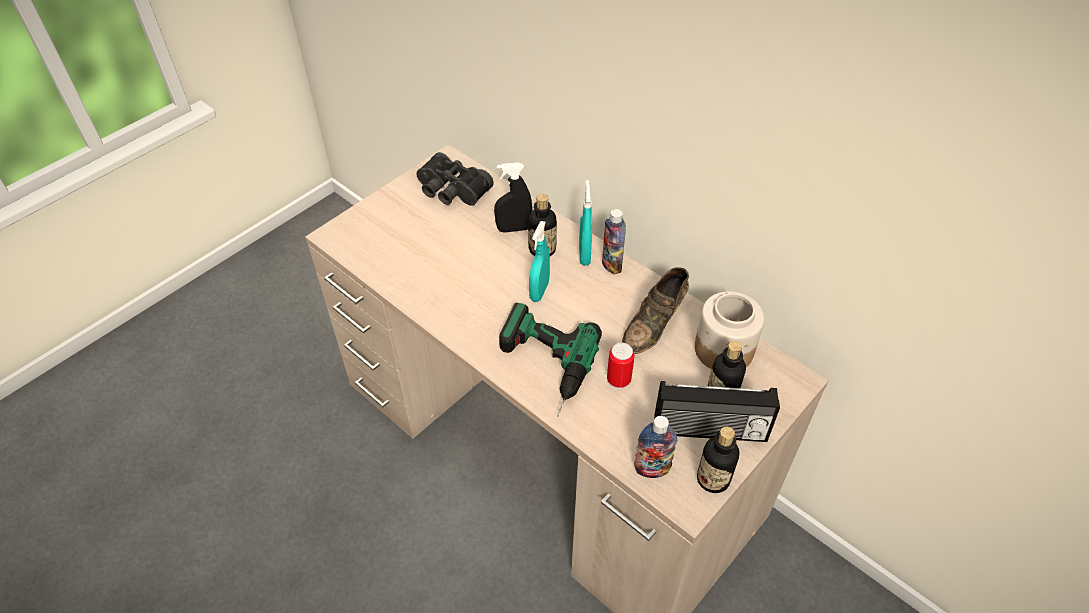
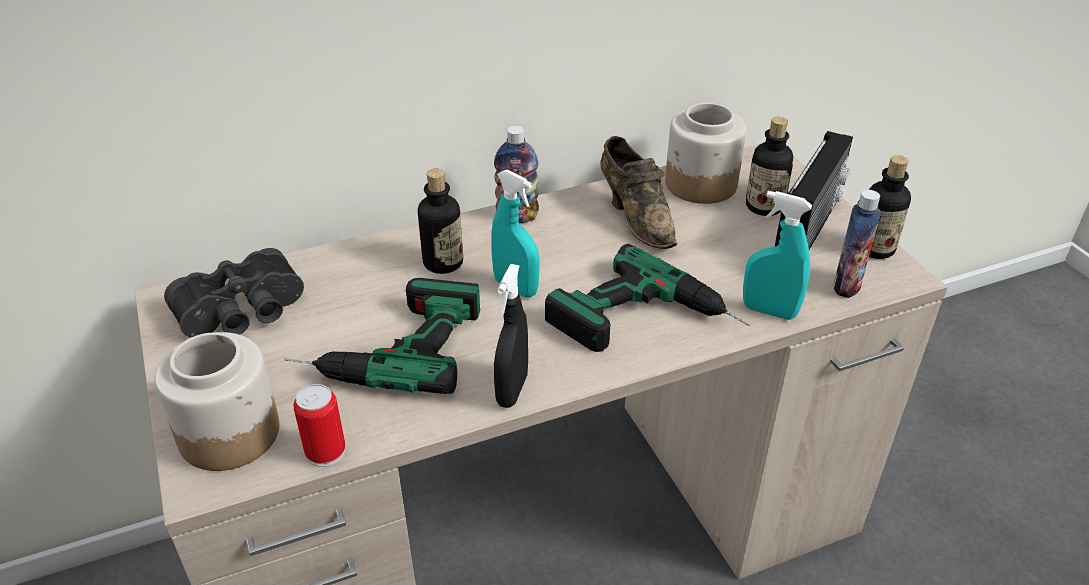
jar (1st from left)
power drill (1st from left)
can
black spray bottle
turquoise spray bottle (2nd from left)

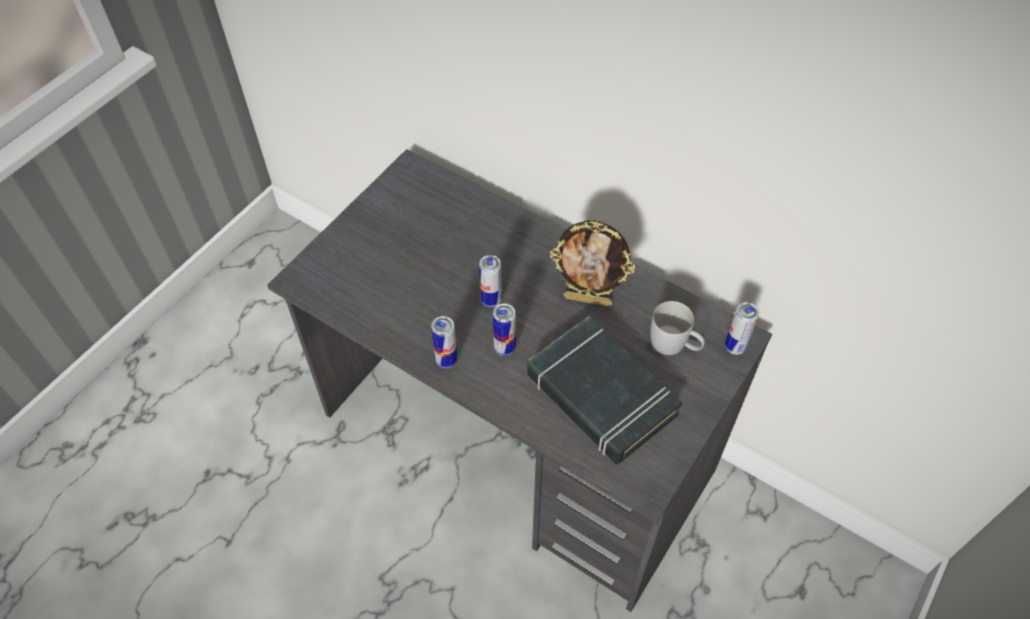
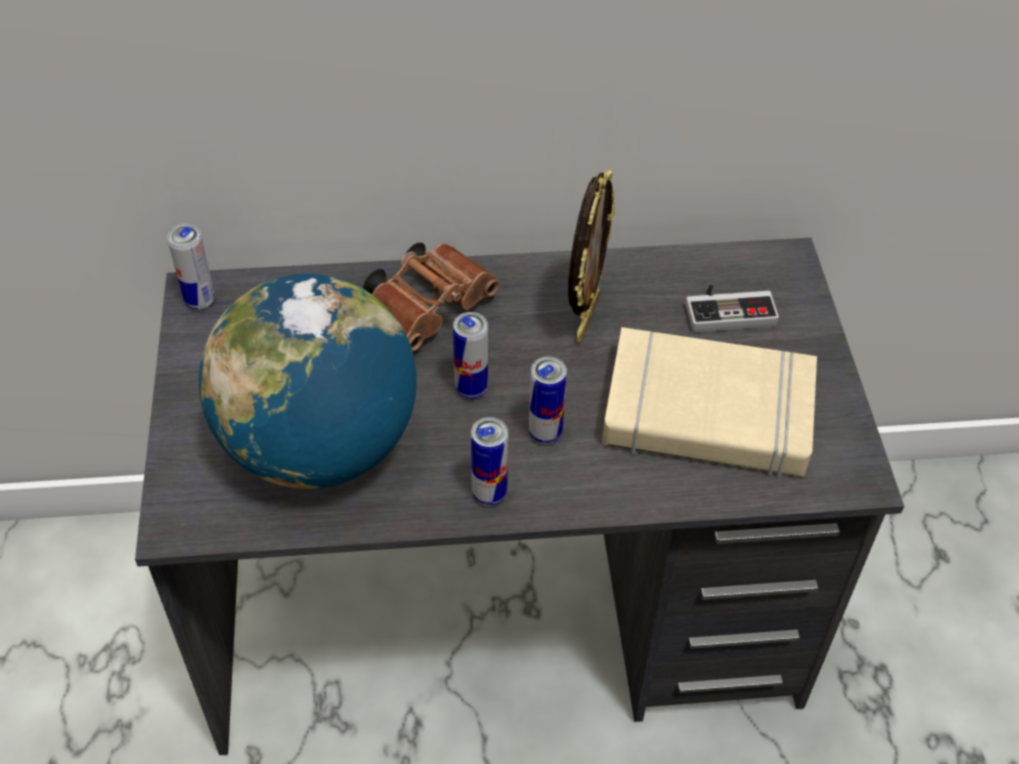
can (1st from left)
globe
brown binoculars
picture frame
beige book
game controller

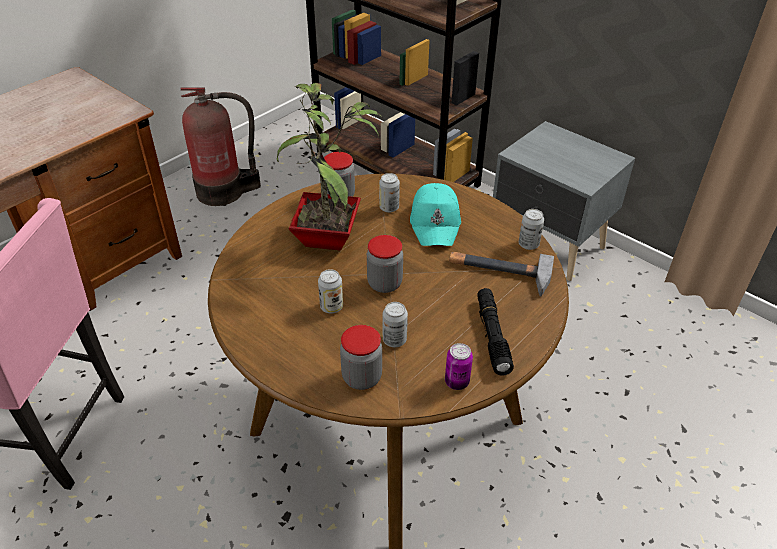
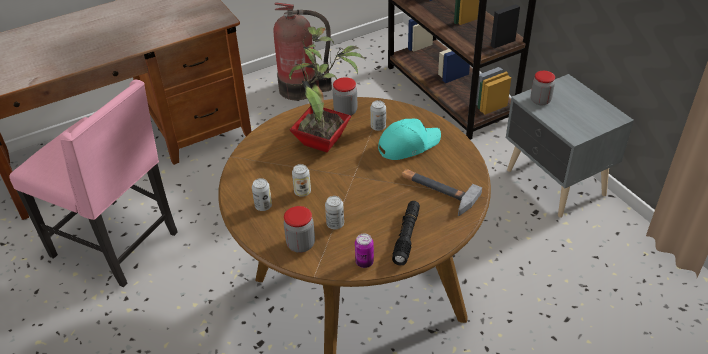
can (1st from left)
turquoise cap
jar (3rd from left)

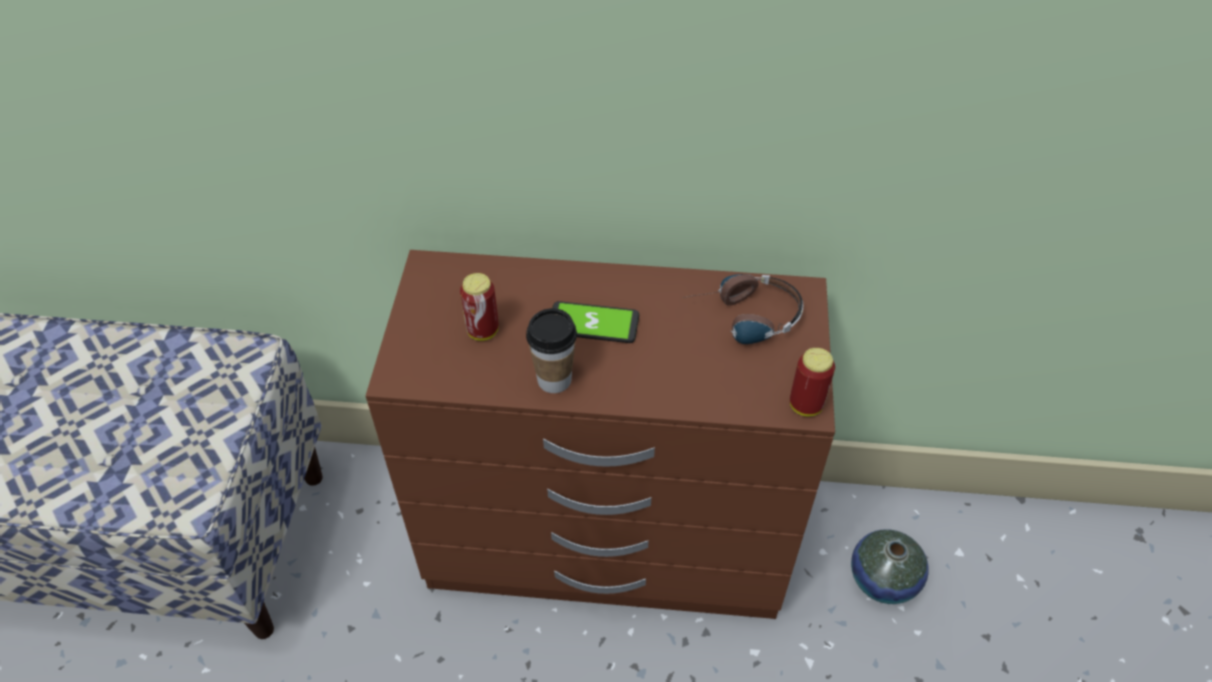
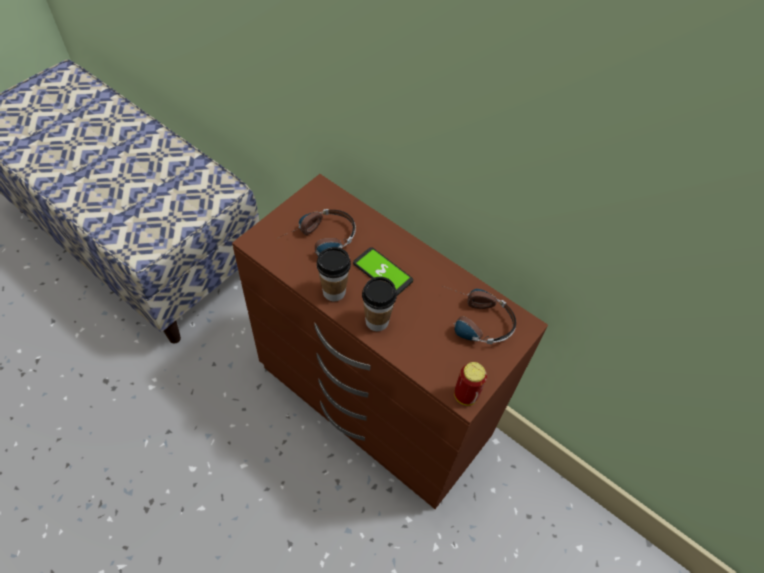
headphones (1st from left)
cup (2nd from left)
vase

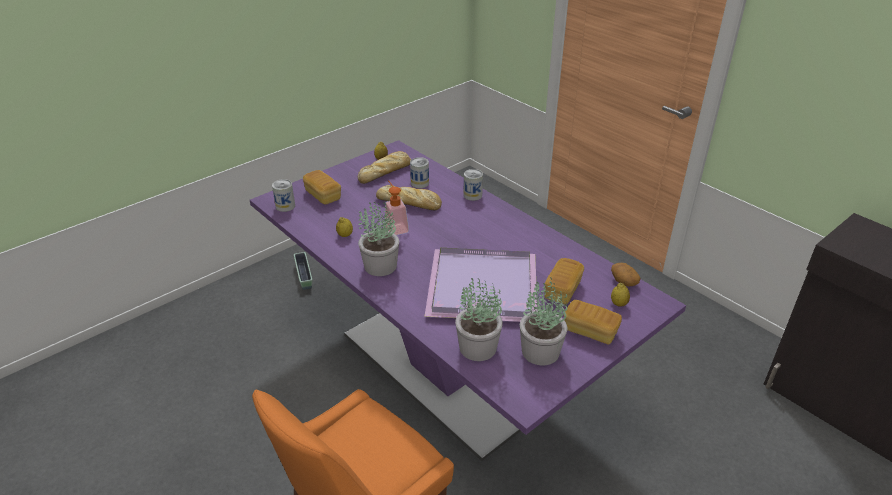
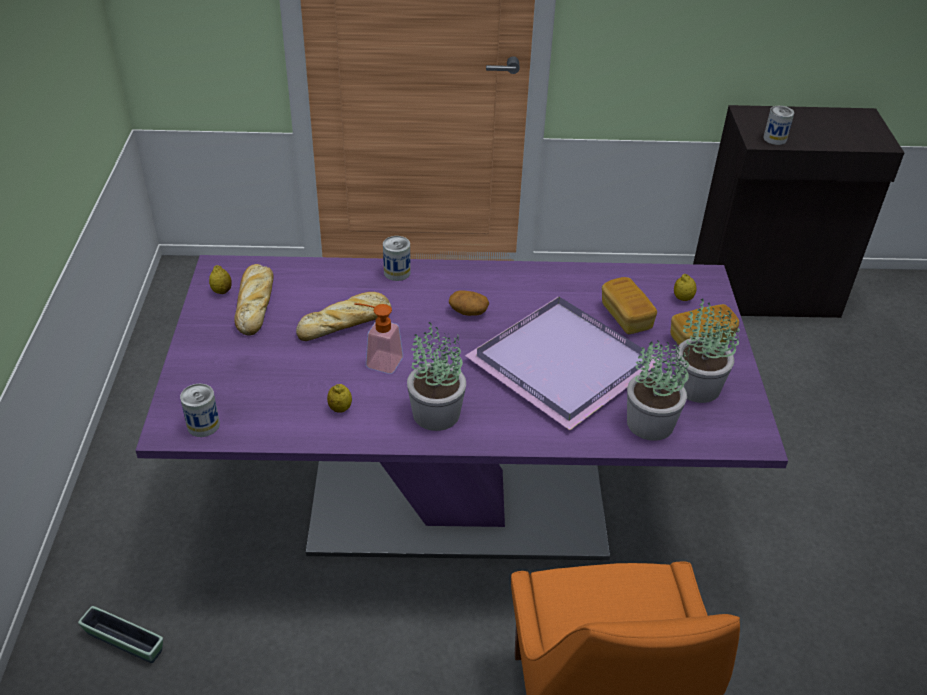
planter
potato
can (3rd from left)
bread (1st from left in the first image)

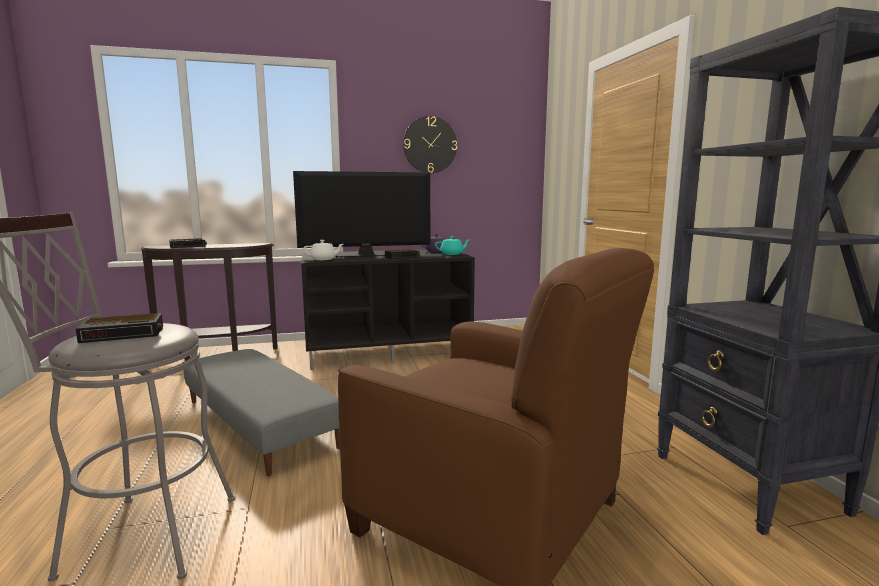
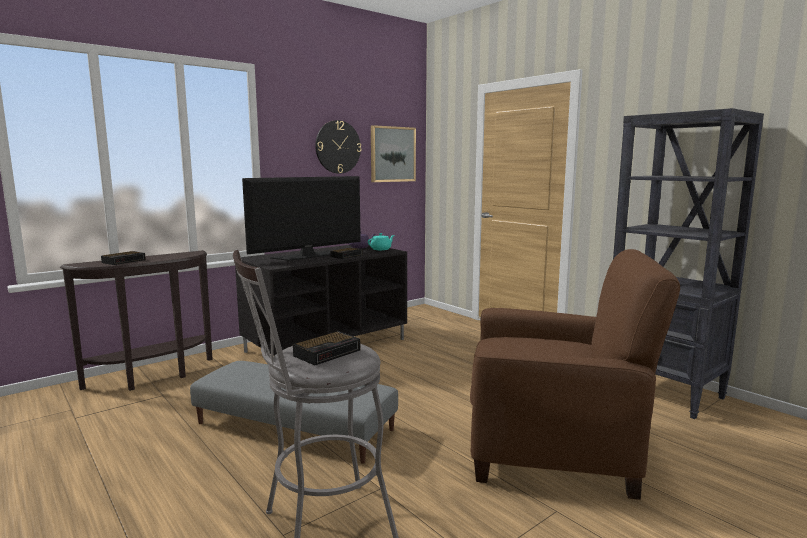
picture
white teapot

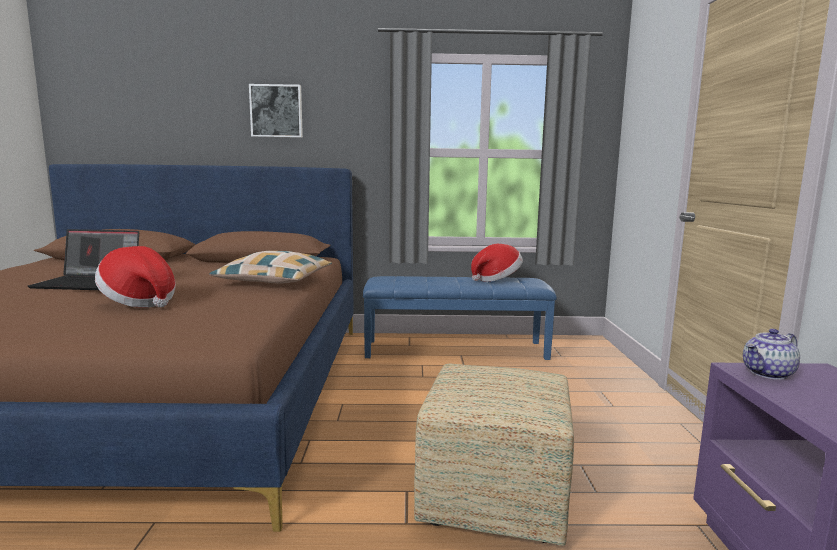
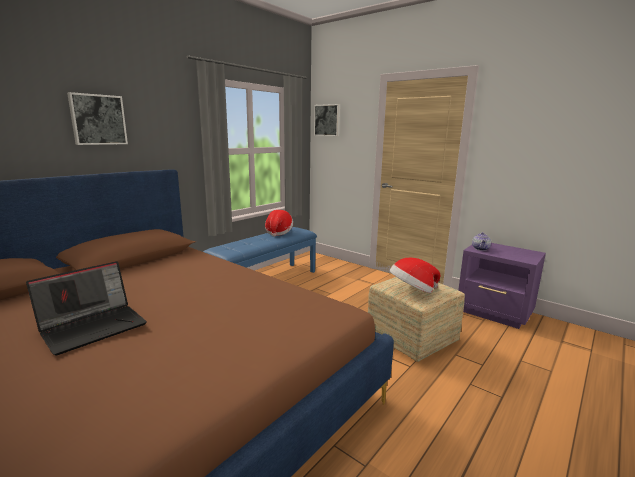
picture (2nd from left)
hat (2nd from left)
pillow

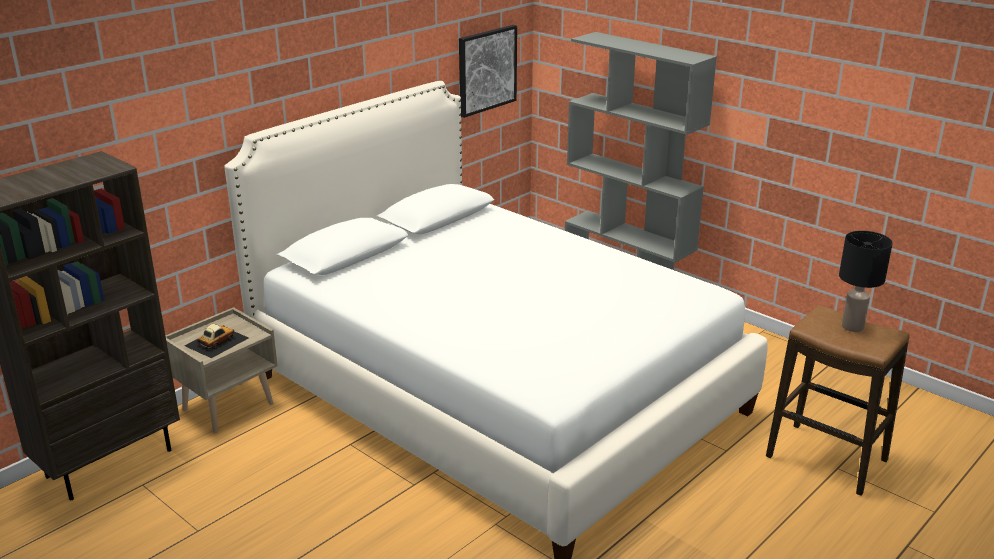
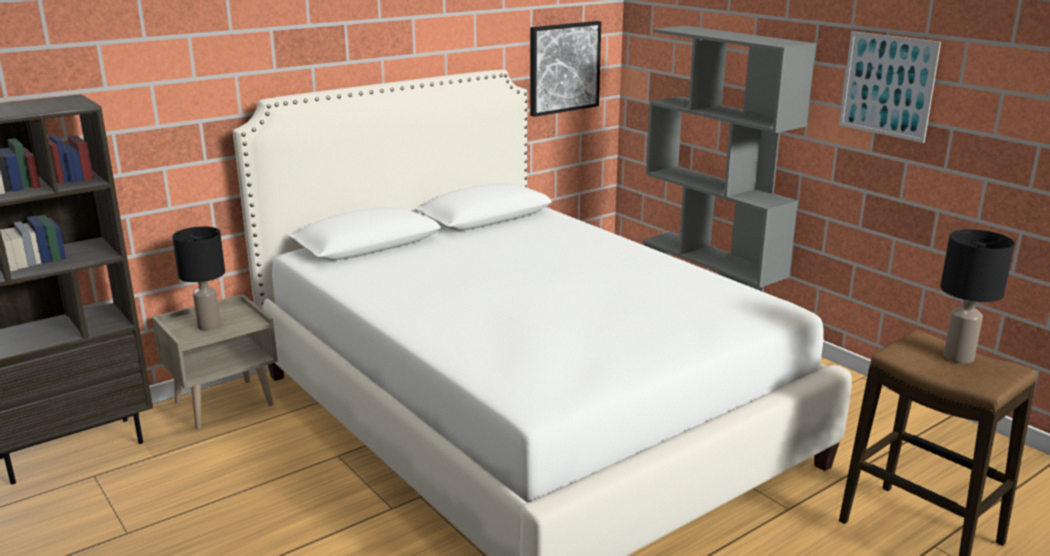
black table lamp (1st from left)
picture (2nd from left)

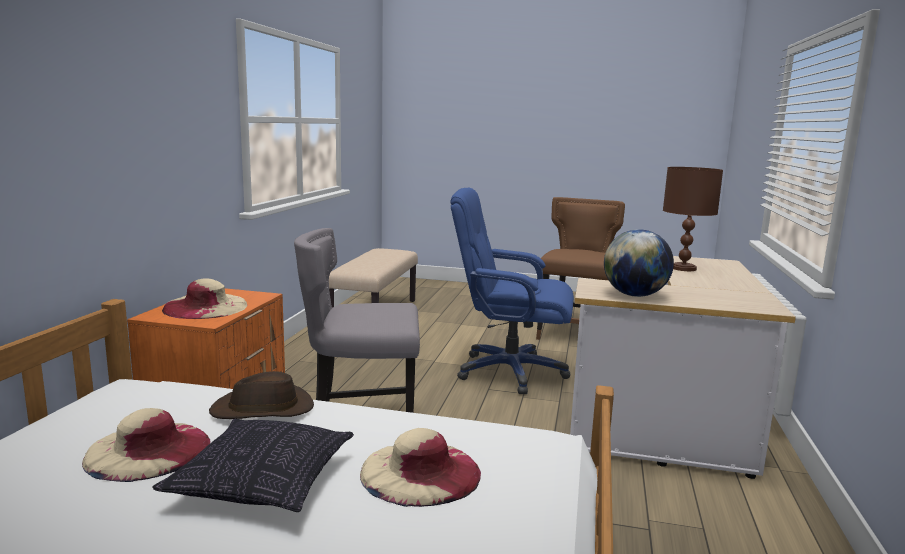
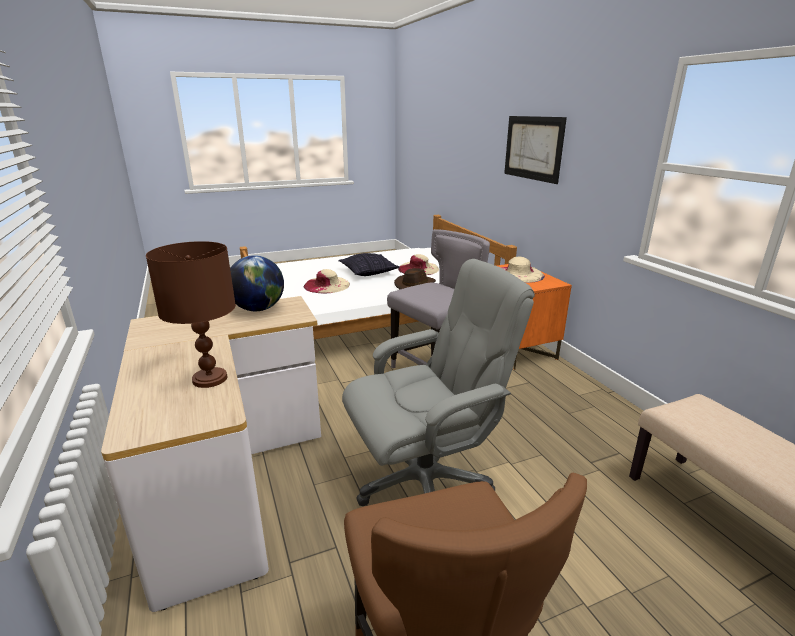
grey office chair
picture

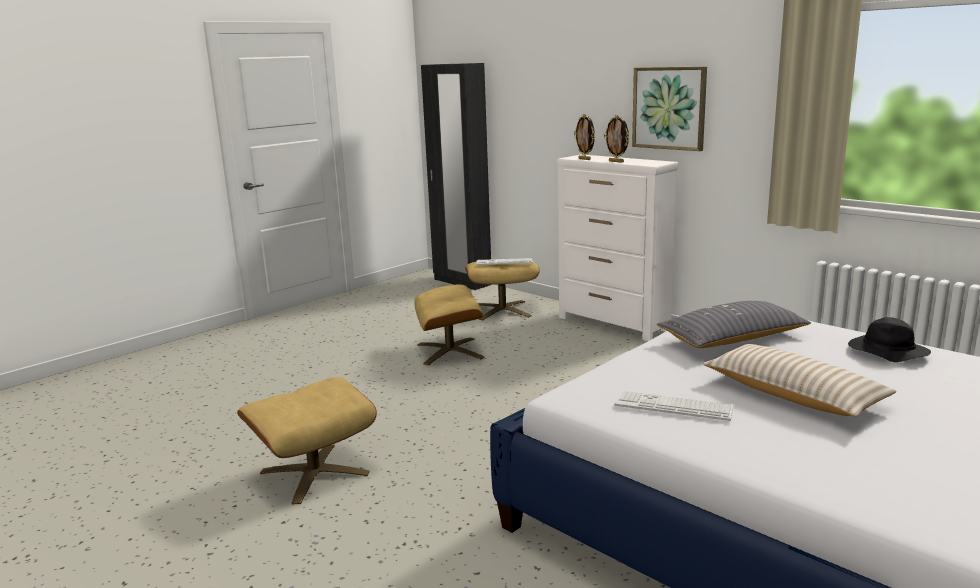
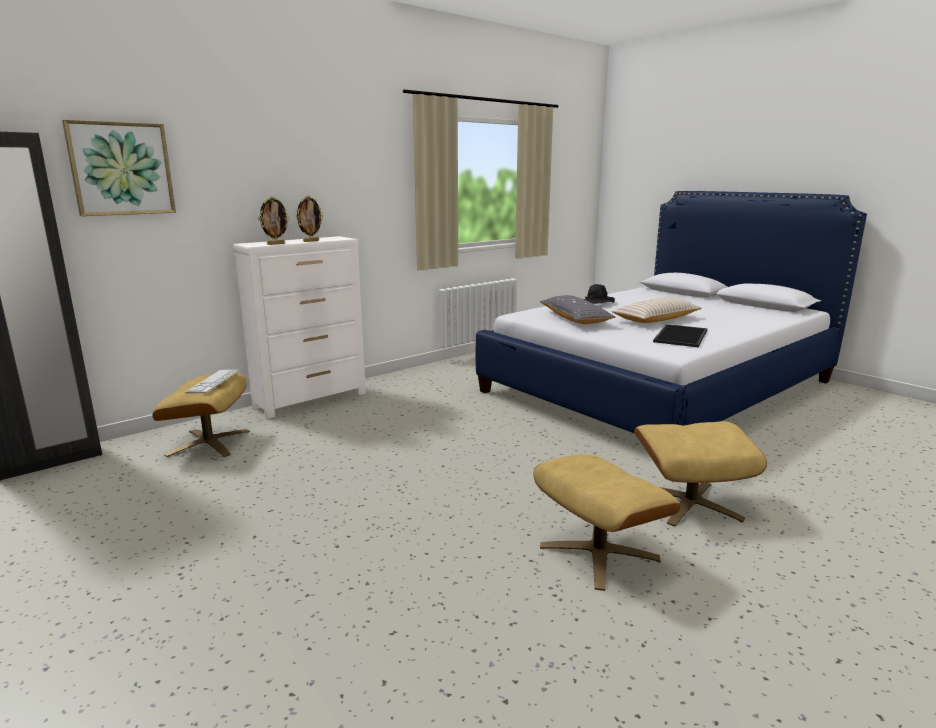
picture
beige ottoman (3rd from left)
tray

